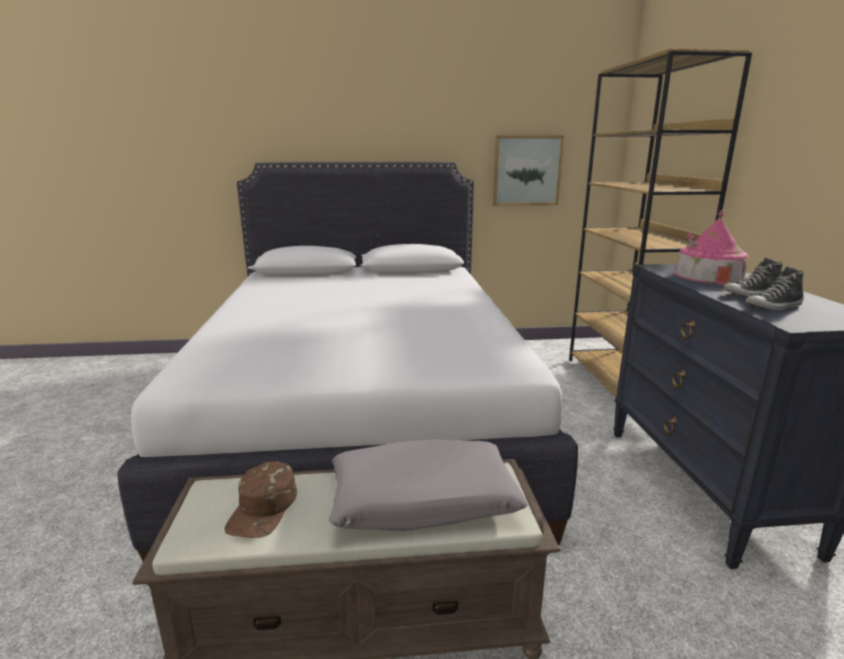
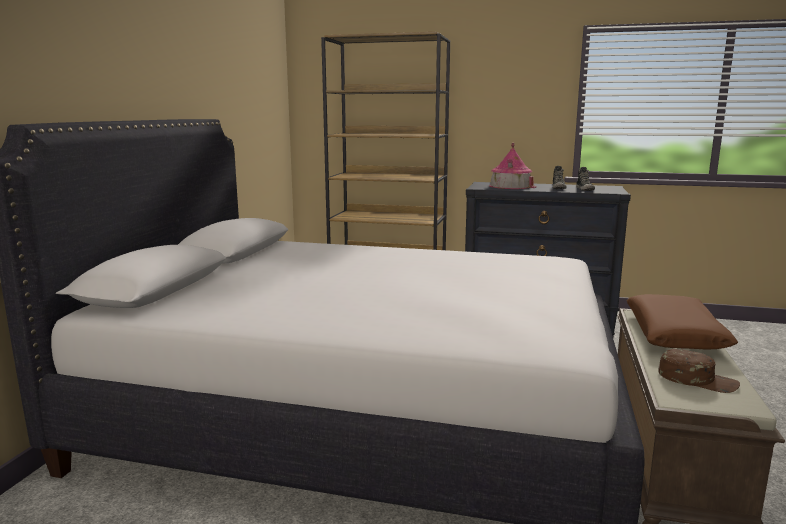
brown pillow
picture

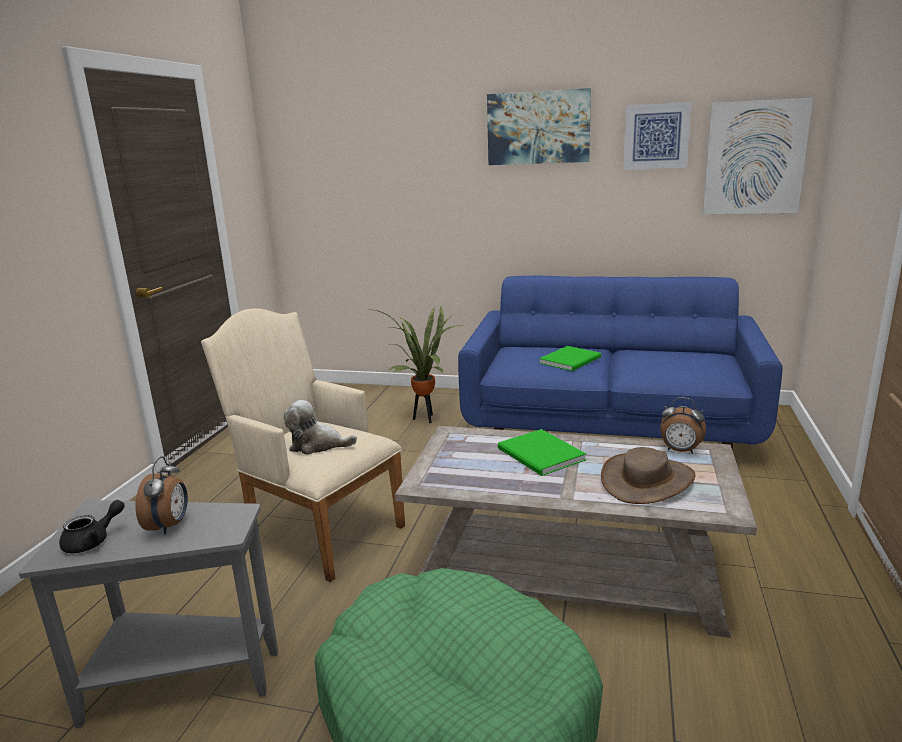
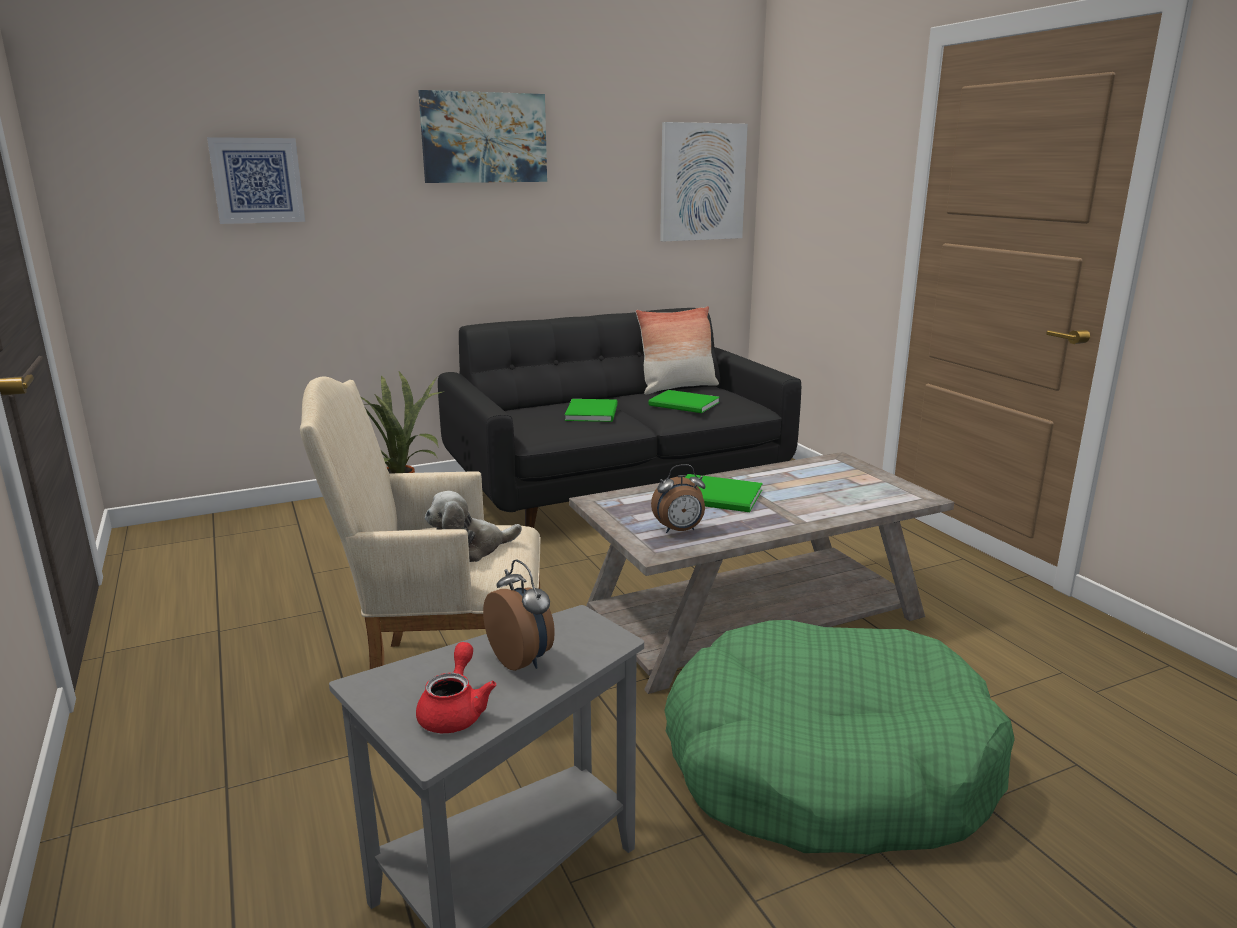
picture (1st from left)
red teapot
black sofa
pillow
green book (2nd from left)
alarm clock (2nd from left)
brown hat

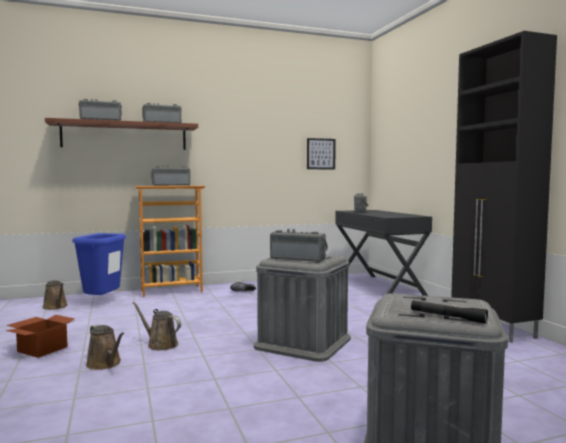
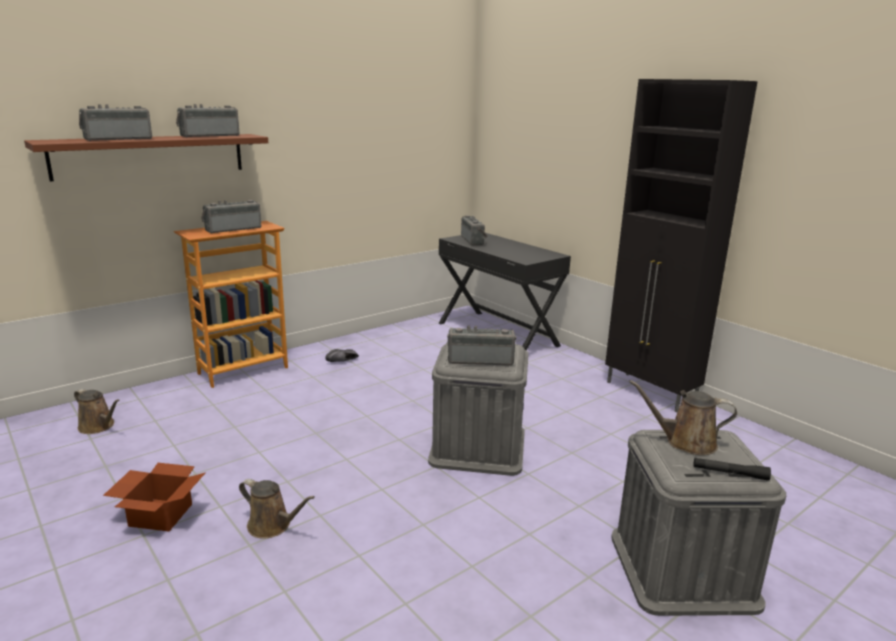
brown watering can (3rd from left)
blue trash can
picture

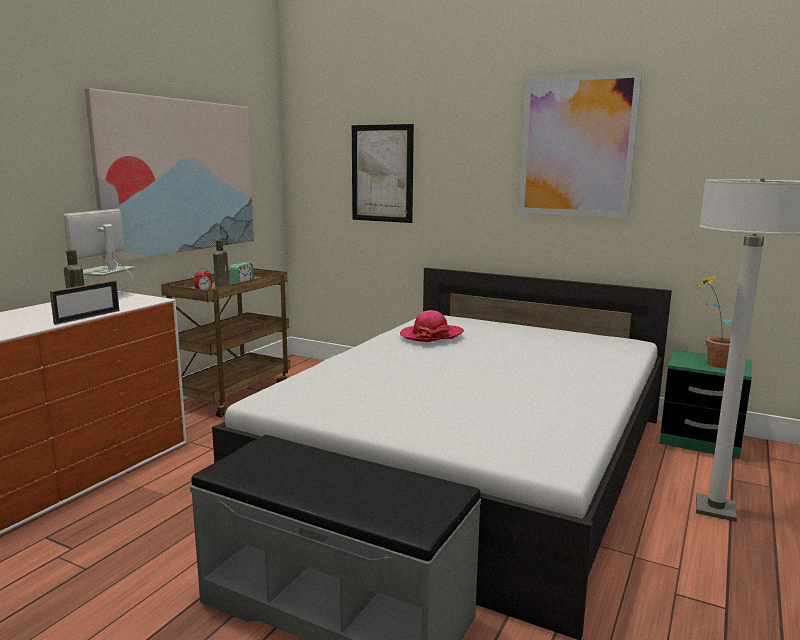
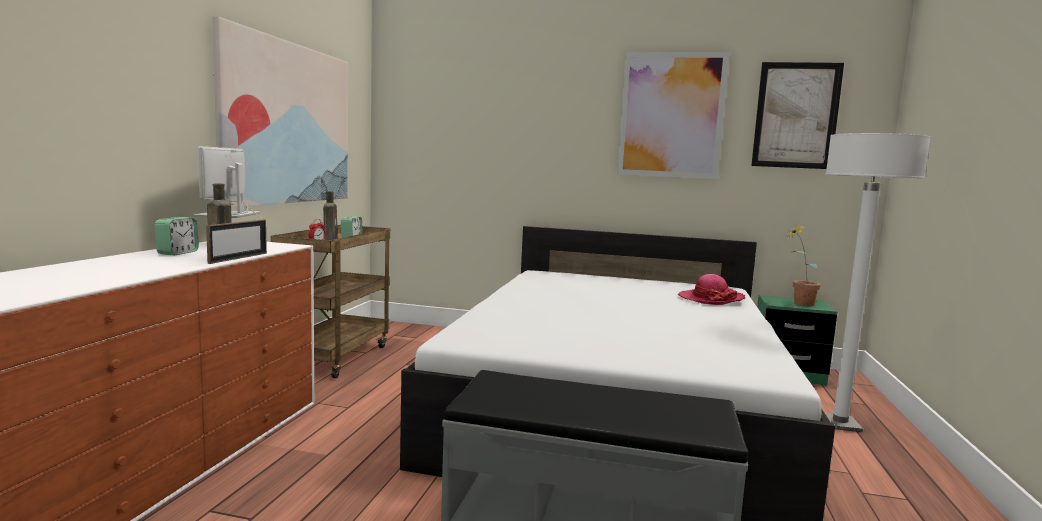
alarm clock (1st from left)
hat
picture (3rd from left)

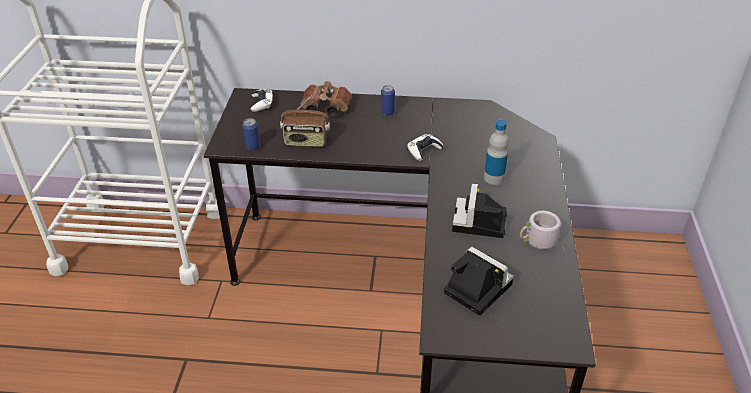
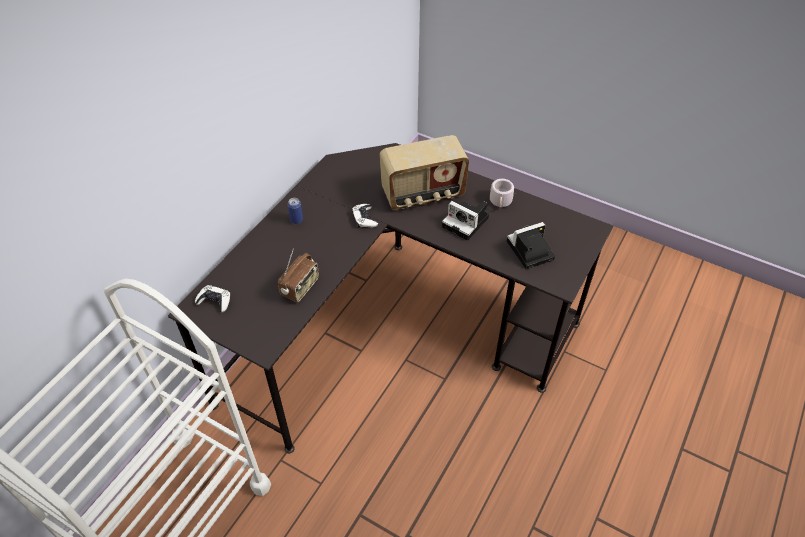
radio (2nd from left)
can (1st from left in the first image)
brown binoculars

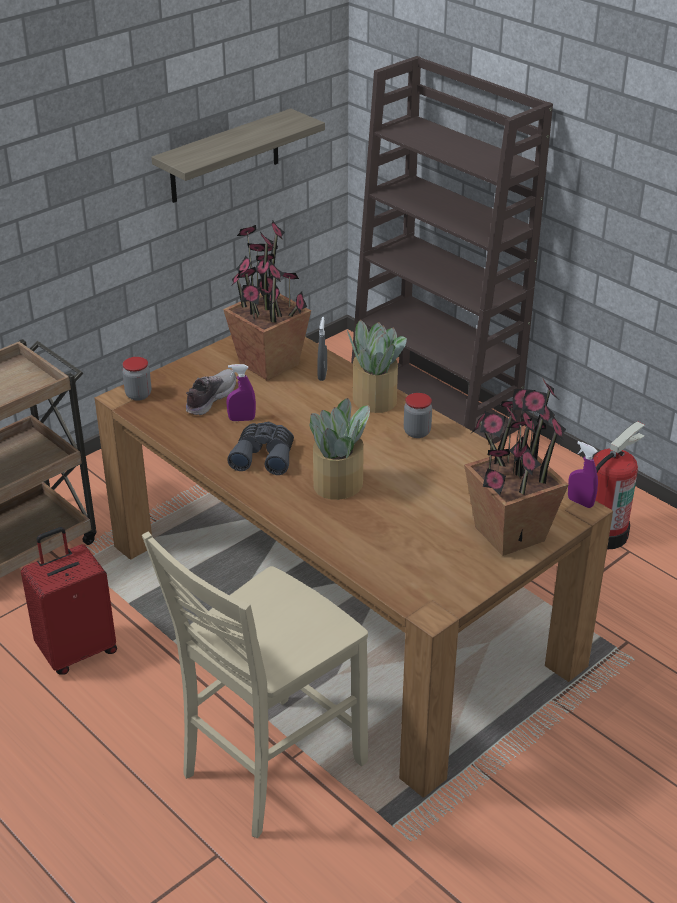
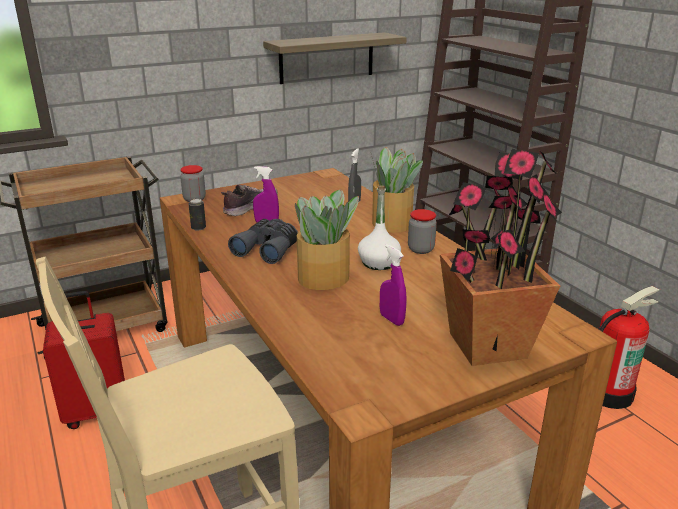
can
white bottle
purple spray bottle (2nd from left)
potted plant (1st from left in the first image)

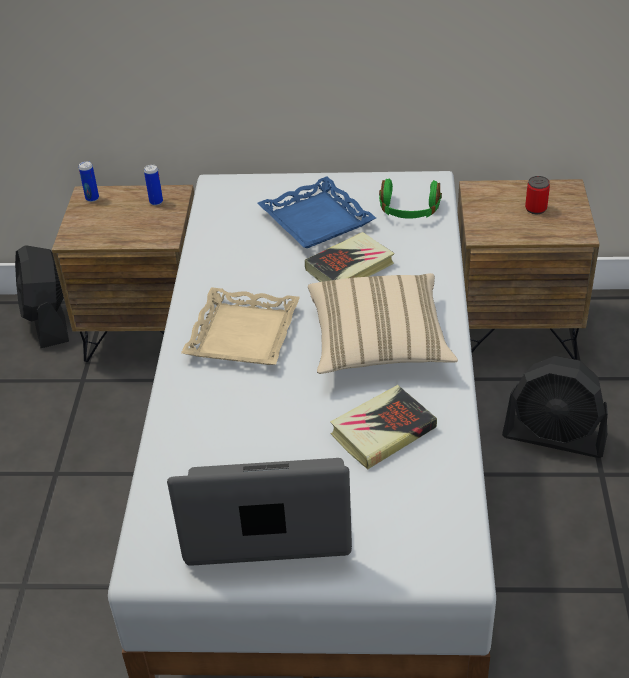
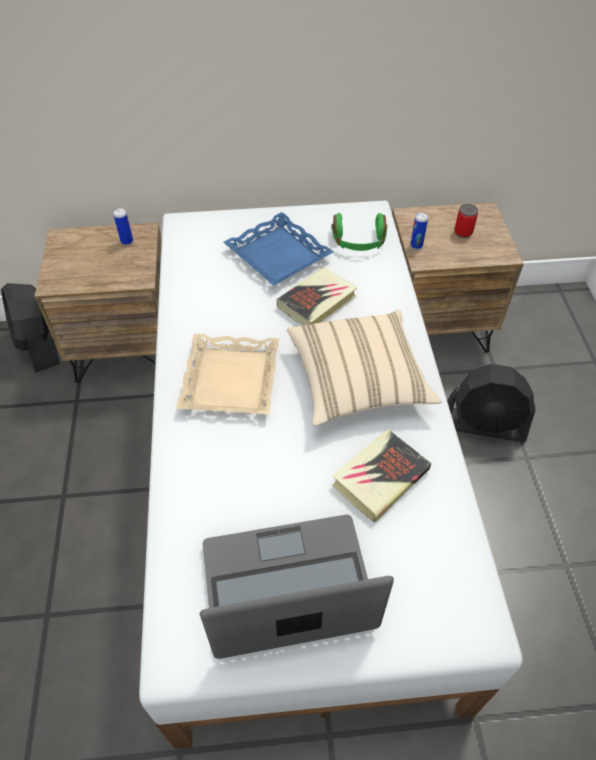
can (2nd from left)

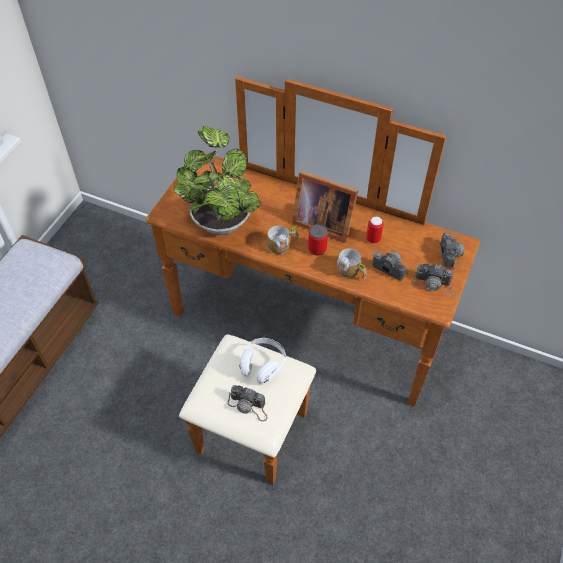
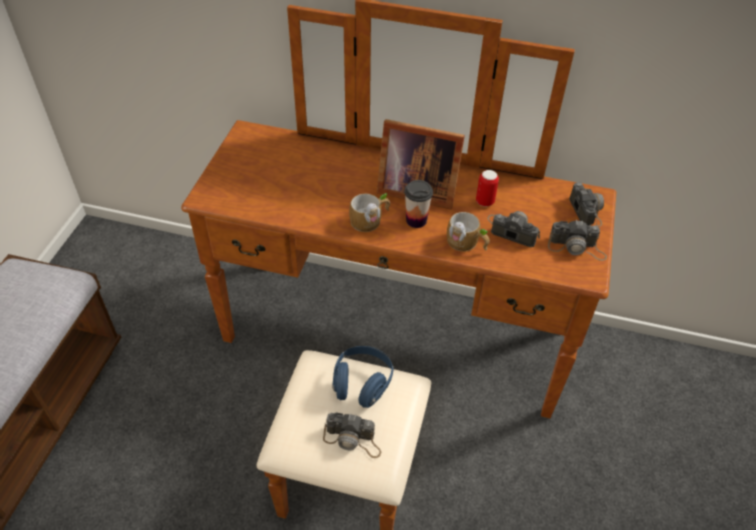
blue headphones
cup
potted plant

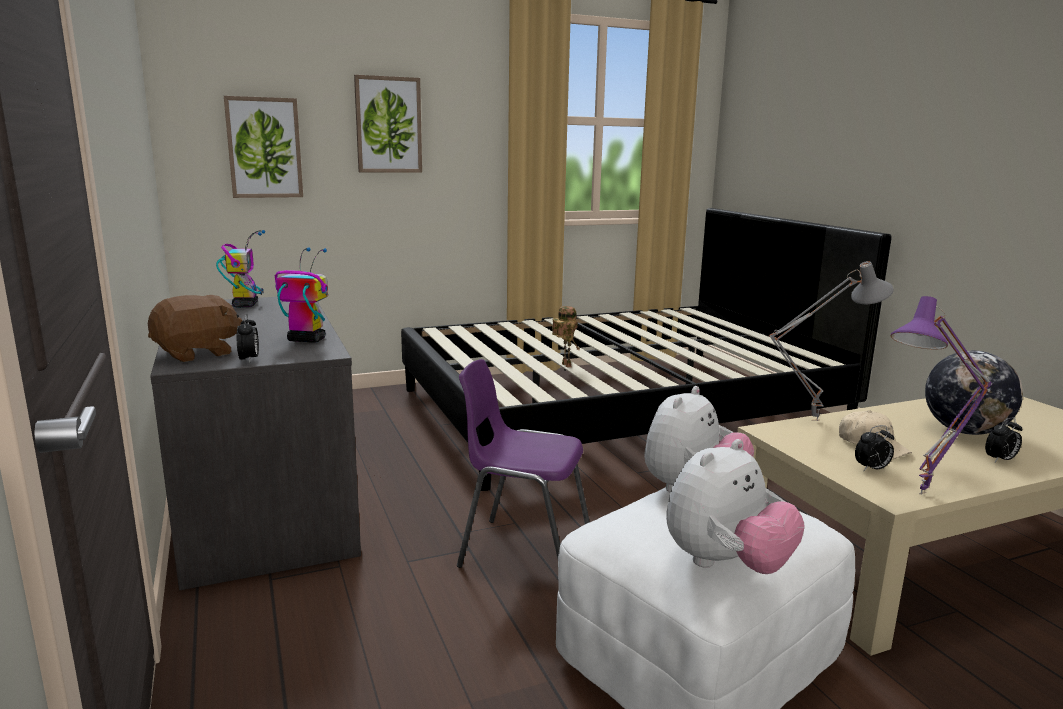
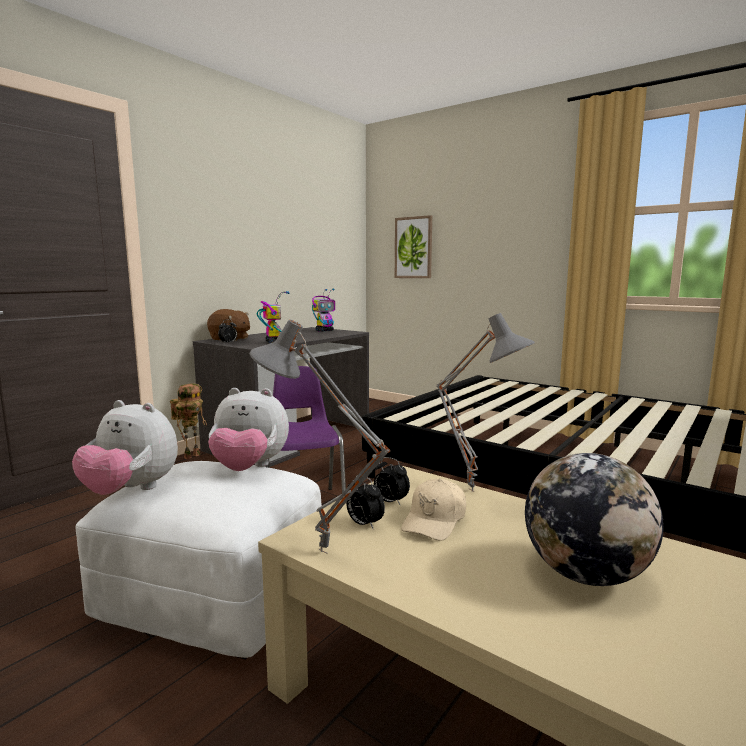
toy robot (1st from left)
grey table lamp (1st from left)
alarm clock (3rd from left)
picture (2nd from left in the first image)

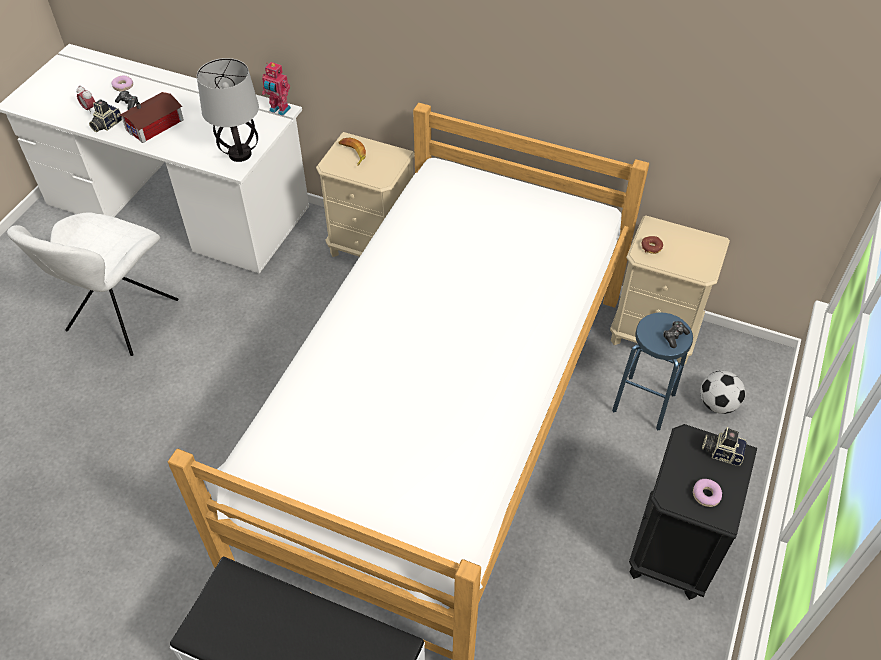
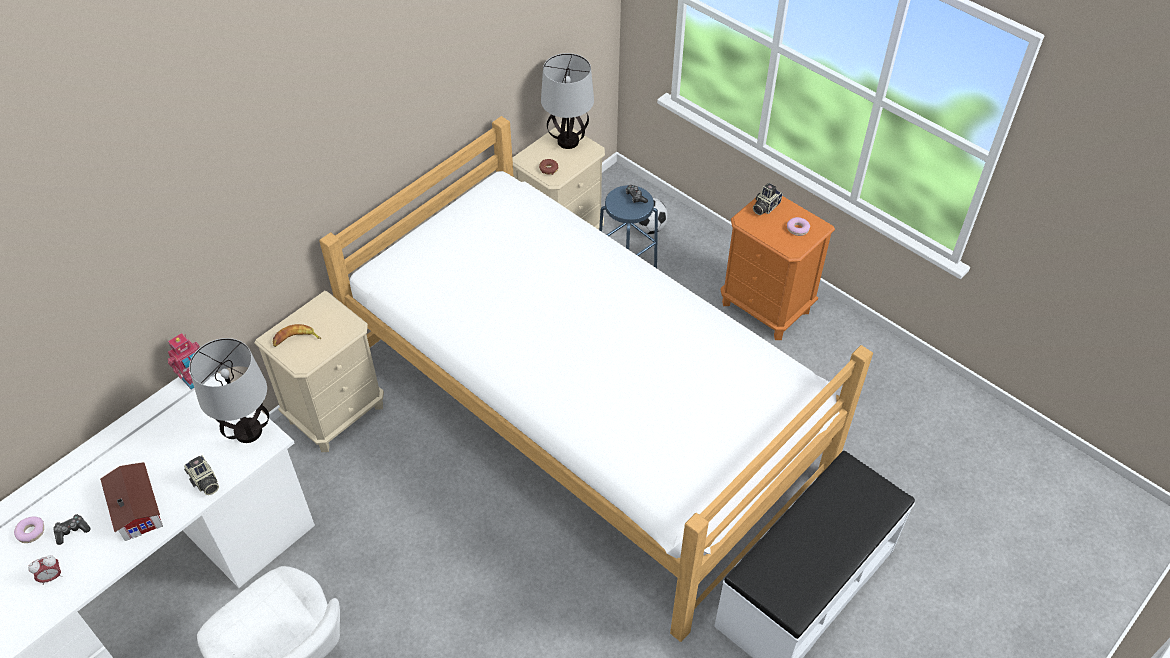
photo camera (1st from left)
table lamp (2nd from left)
orange nightstand

